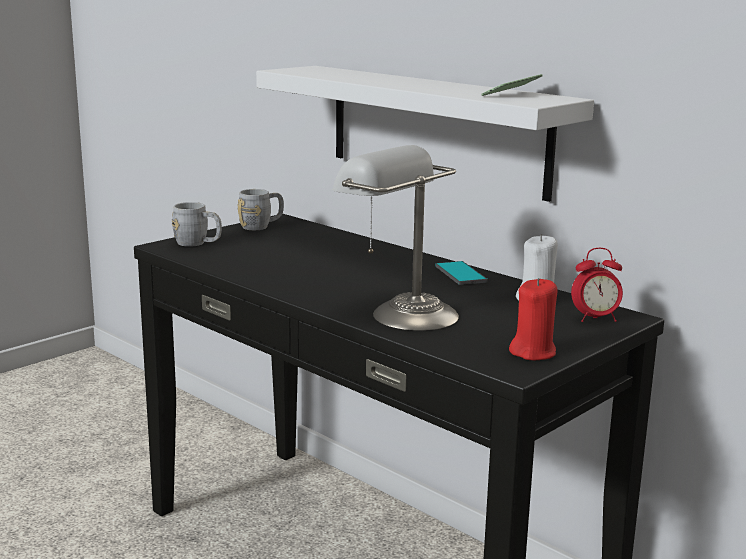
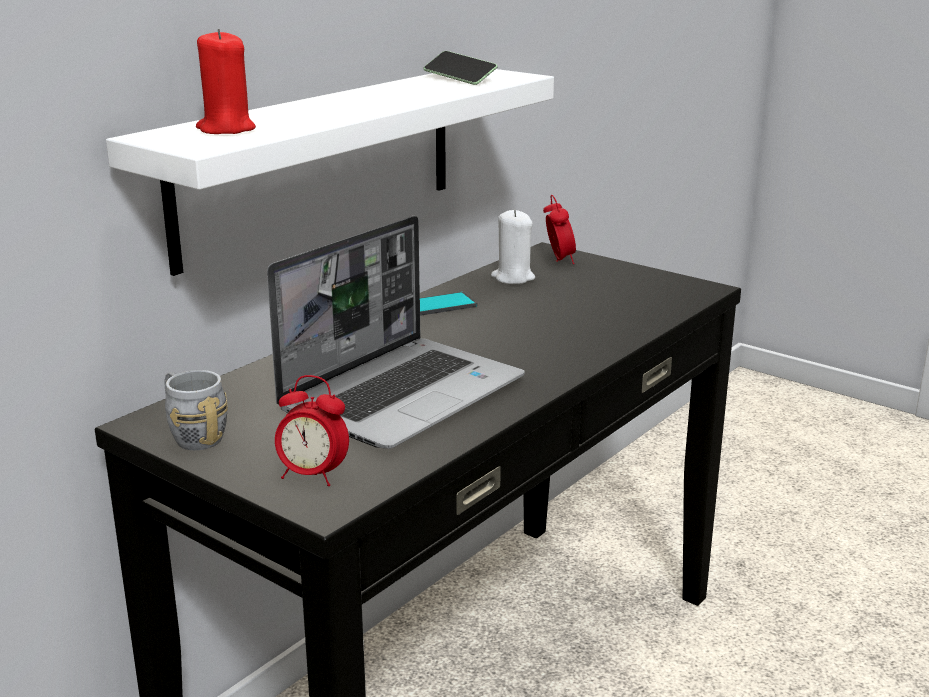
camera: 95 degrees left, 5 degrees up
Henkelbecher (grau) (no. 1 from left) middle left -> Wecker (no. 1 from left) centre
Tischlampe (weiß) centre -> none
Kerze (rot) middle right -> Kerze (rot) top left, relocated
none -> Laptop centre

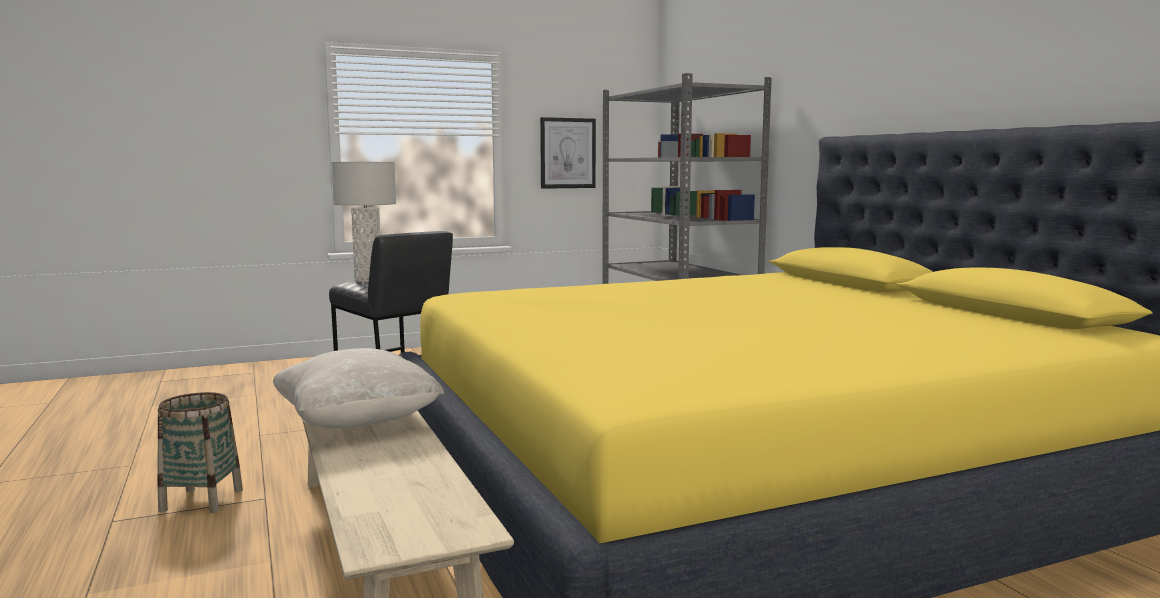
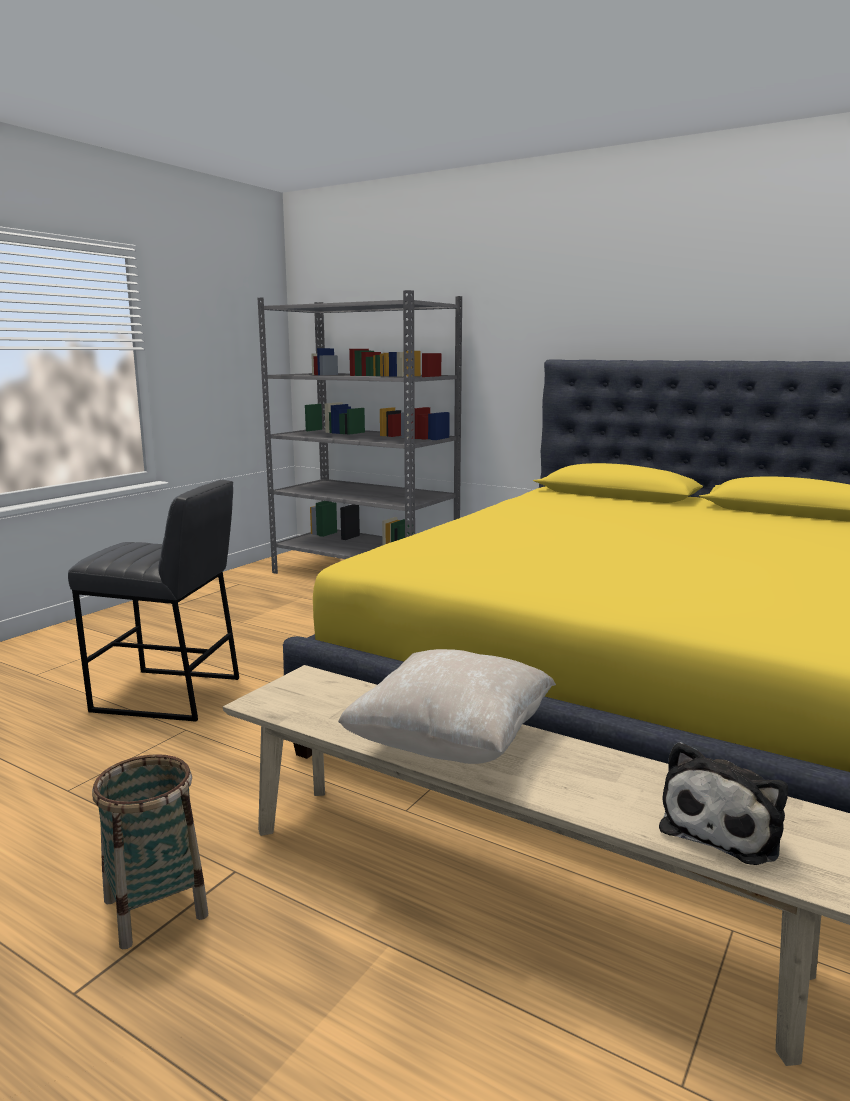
camera: 35 degrees left, 5 degrees up
Tischlampe (weiß) middle left -> none
Bild top centre -> none
none -> Plüschtier bottom right

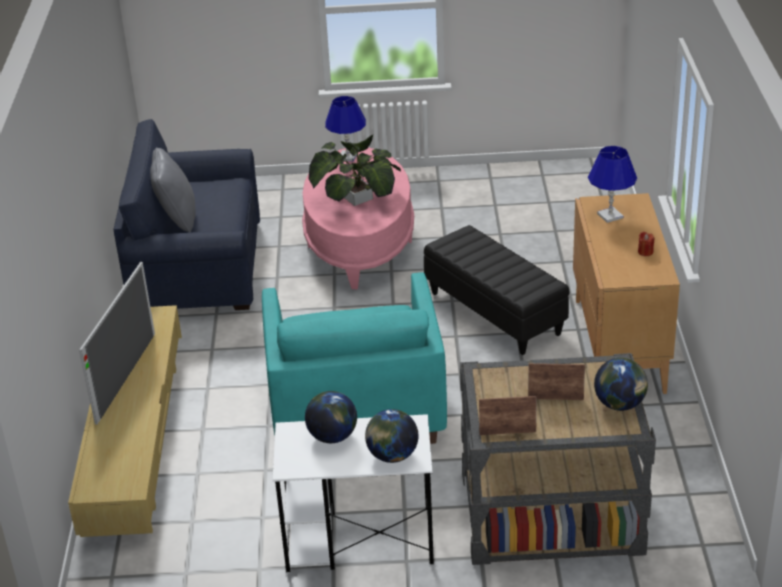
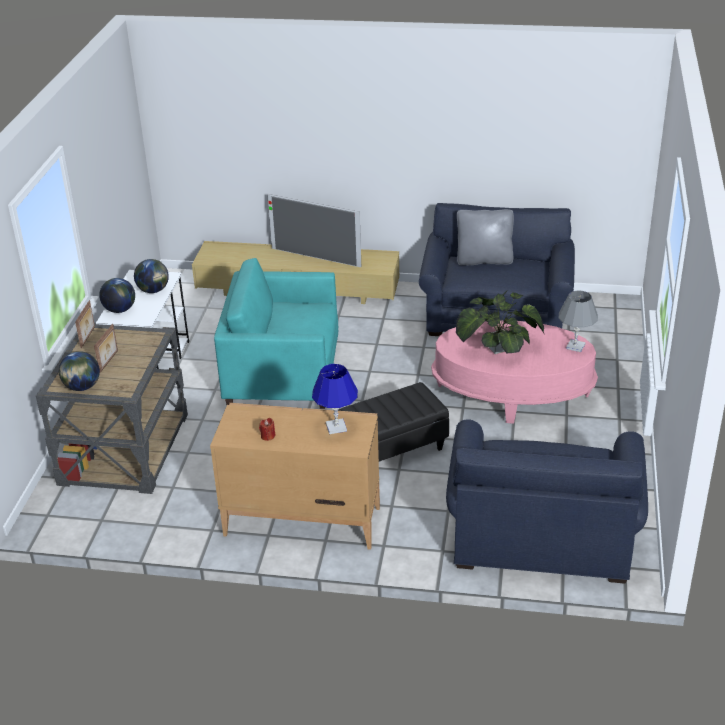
camera: 100 degrees right, 0 degrees up
Tischlampe (blau) (no. 1 from left) top centre -> Tischlampe (grau) middle right
none -> Sofa (blau) (no. 2 from left) bottom right

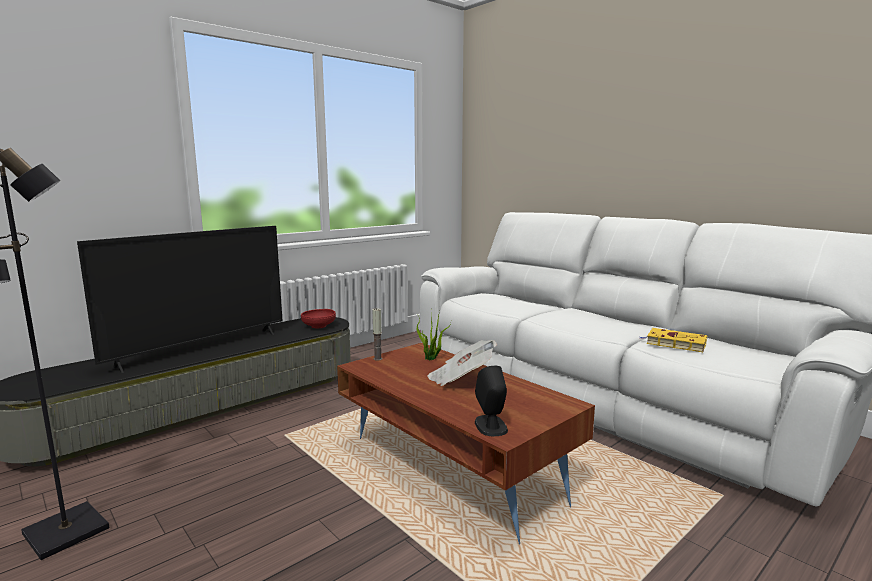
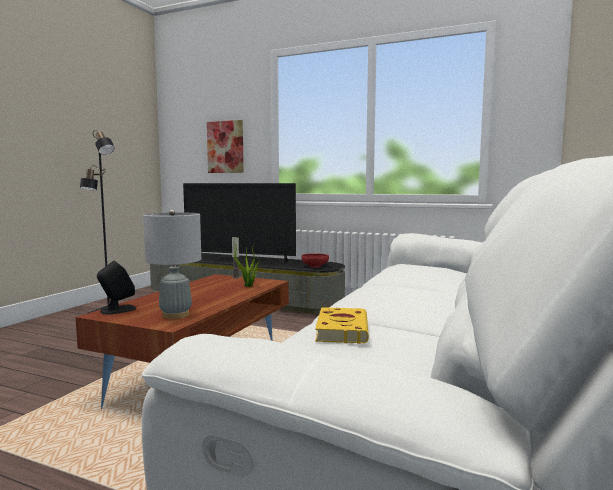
camera: 65 degrees right, 5 degrees down
Zeitung centre -> none
none -> Tischlampe (grau) middle left
none -> Bild top centre

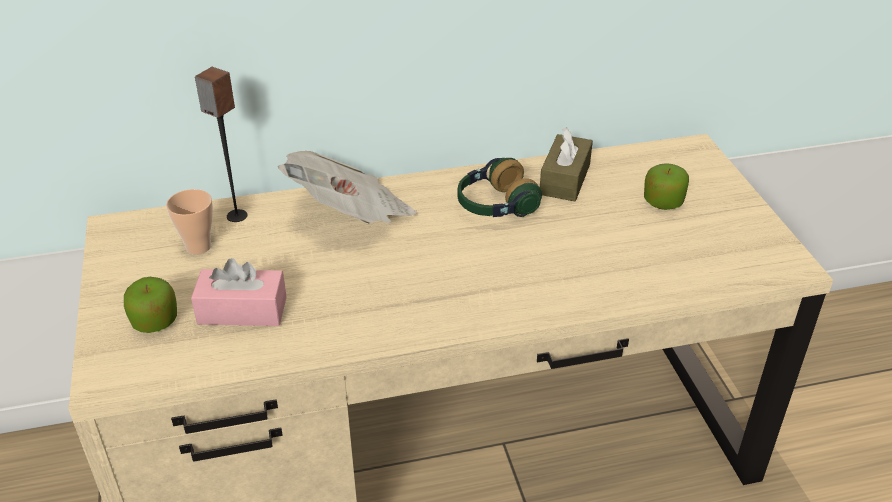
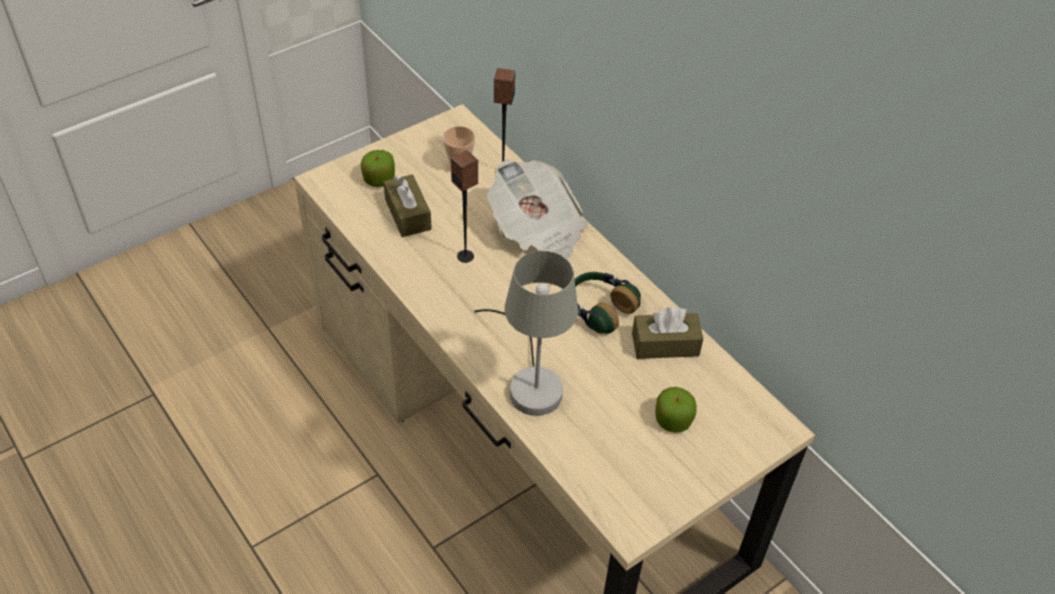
camera: 65 degrees right, 10 degrees up
Taschentuchbox (rosa) middle left -> Taschentuchbox (braun) (no. 1 from left) centre
none -> Lautsprecher (no. 1 from left) centre
none -> Tischlampe (grau) centre

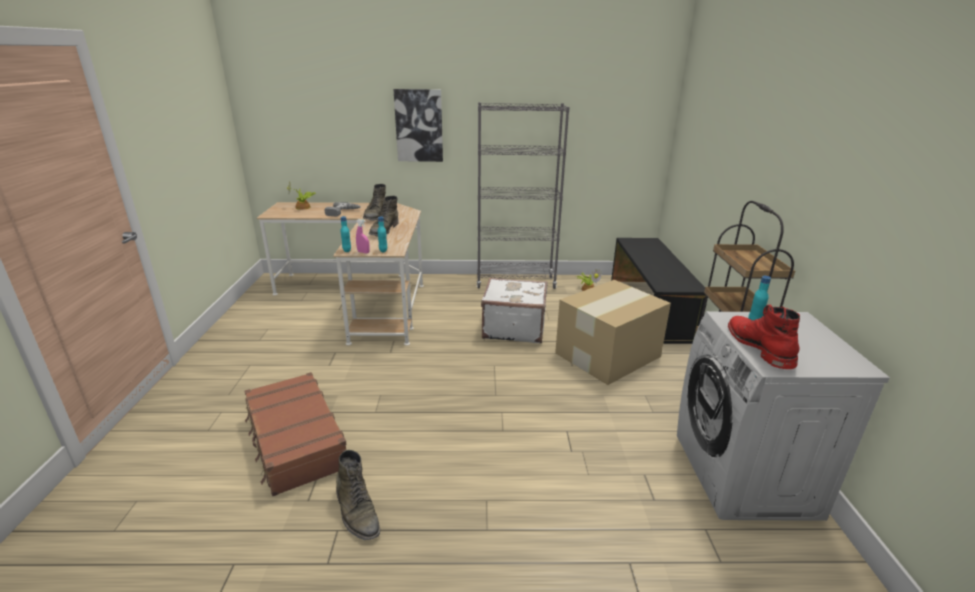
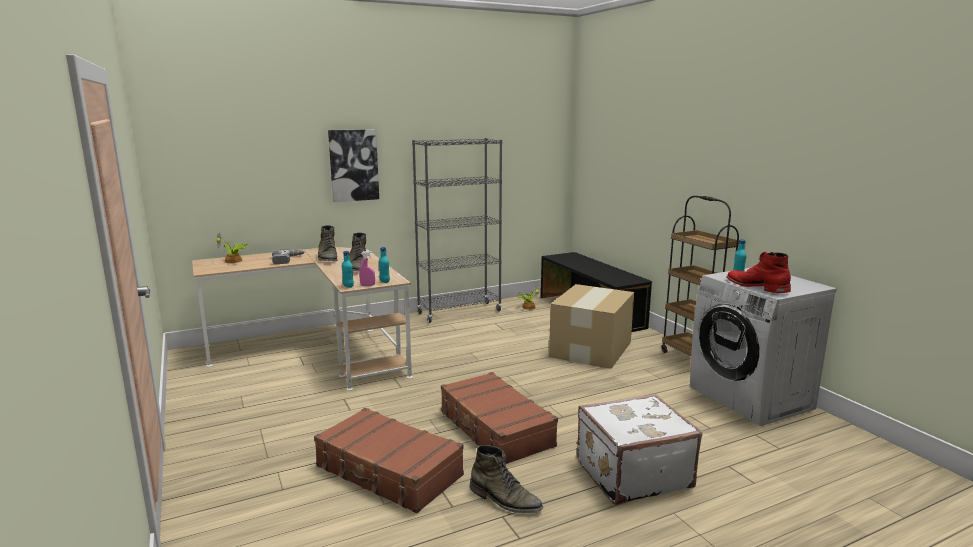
camera: 25 degrees left, 10 degrees down
Koffer (weiß) centre -> Koffer (weiß) bottom centre, relocated
none -> Koffer (braun) (no. 2 from left) bottom centre

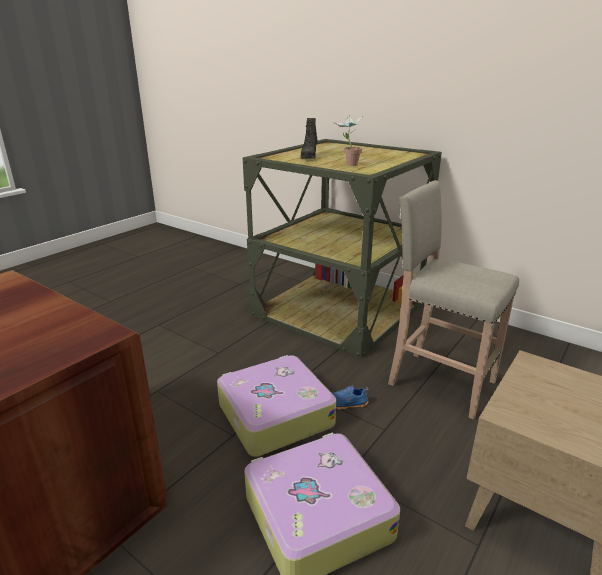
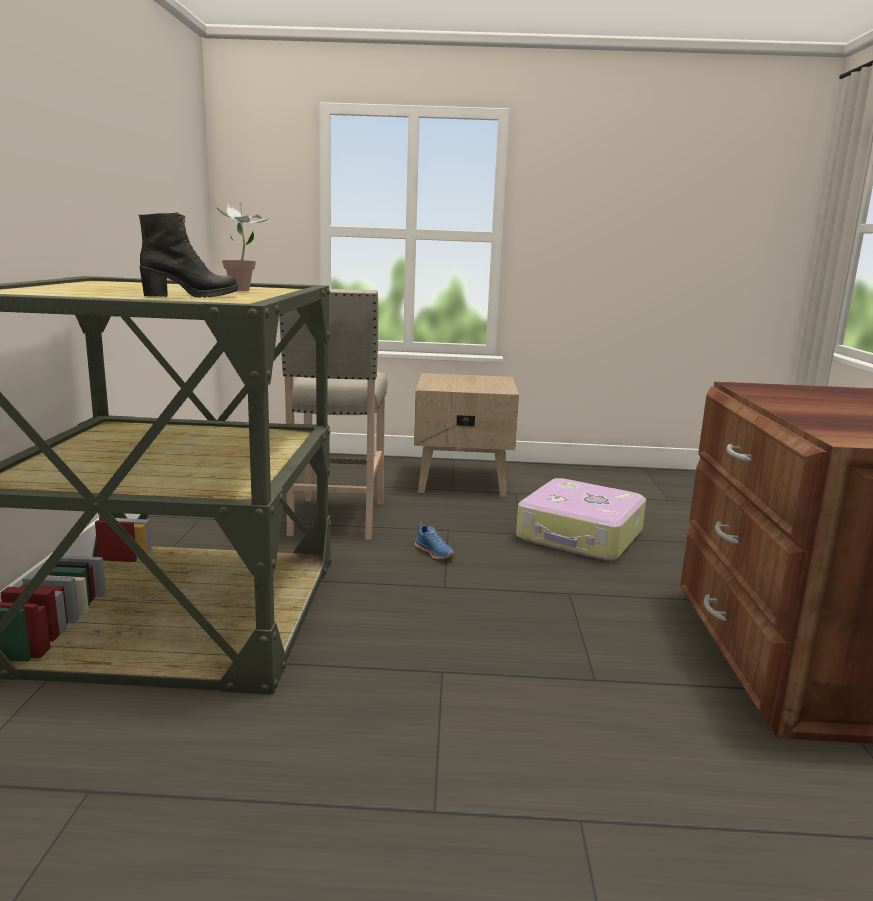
camera: 125 degrees left, 10 degrees down
Koffer (no. 1 from left) bottom centre -> none

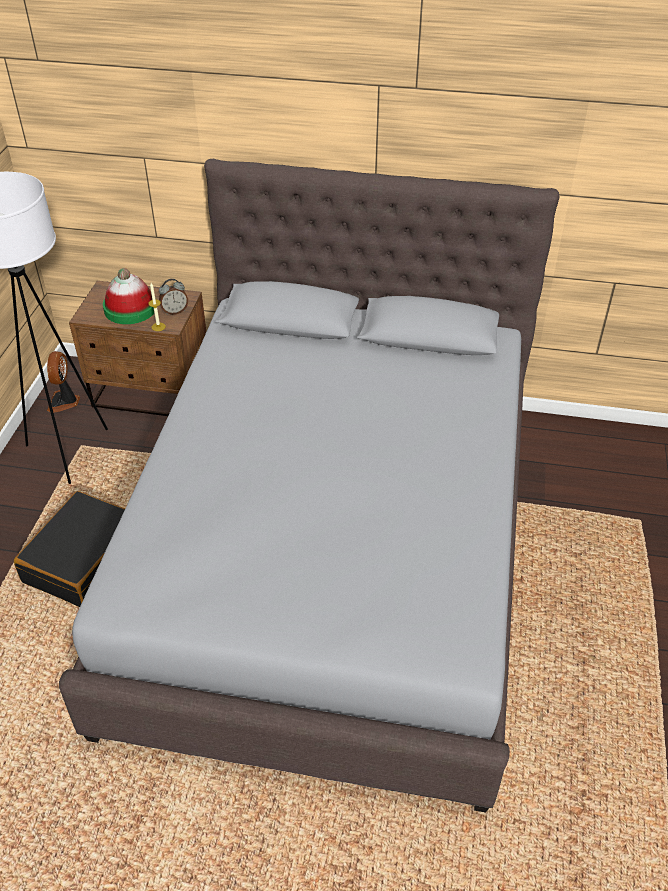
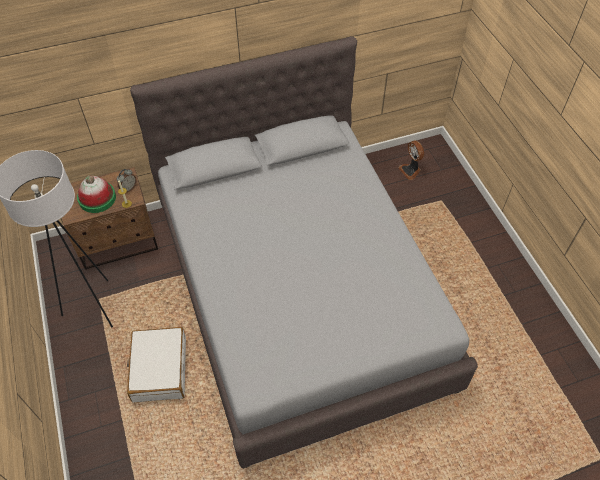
camera: 30 degrees left, 10 degrees up
Koffer (schwarz) middle left -> Koffer (weiß) bottom left
Ventilator middle left -> Ventilator middle right, relocated

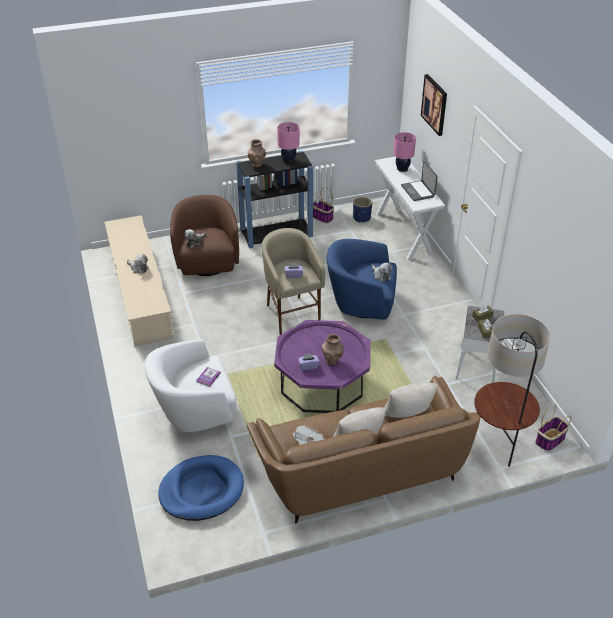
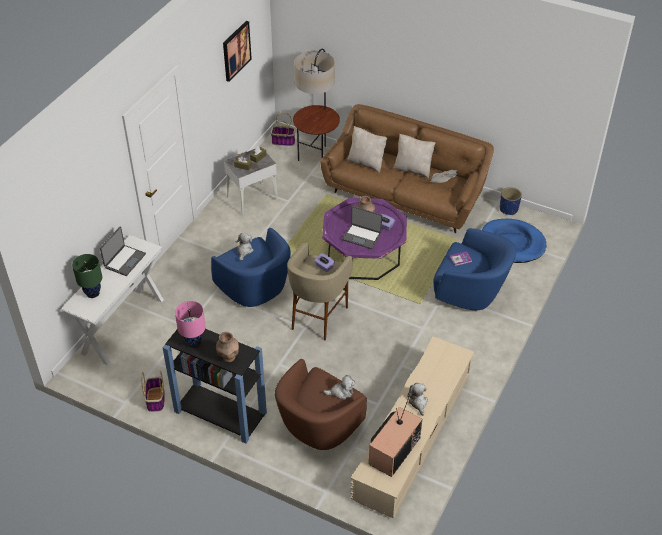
camera: 135 degrees left, 5 degrees up
Sessel (weiß) middle left -> Sessel (blau) (no. 2 from left) middle right
Pflanzkübel (blau) centre -> Pflanzkübel (blau) middle right, relocated
Tischlampe (rosa) (no. 2 from left) top centre -> Tischlampe (grün) middle left
Bild top right -> Bild top centre, relocated
none -> Laptop (no. 2 from left) centre
none -> Fernseher bottom centre

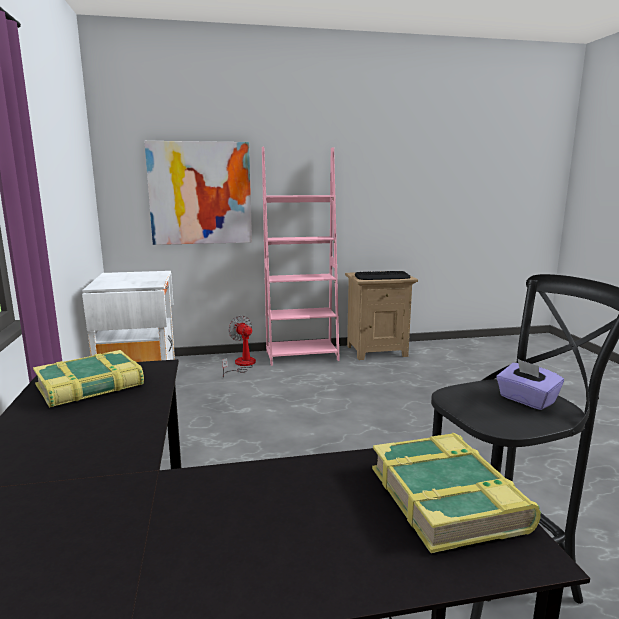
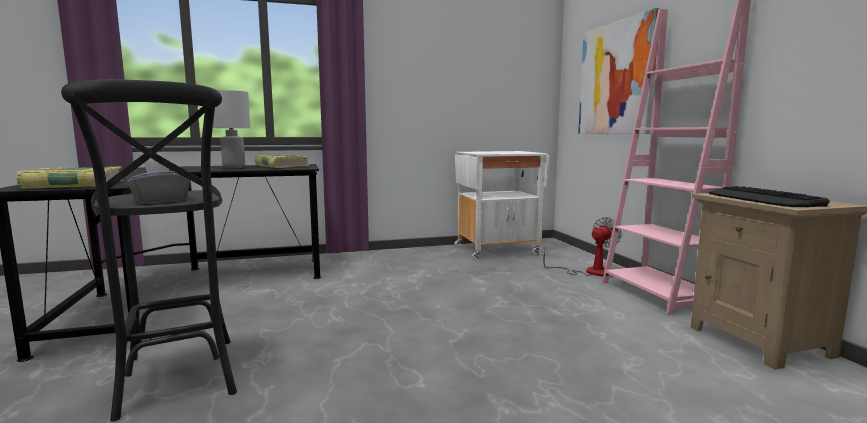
camera: 85 degrees right, 5 degrees down
Taschentuchbox (lila) middle right -> Taschentuchbox (grau) middle left
none -> Tischlampe (grau) top left

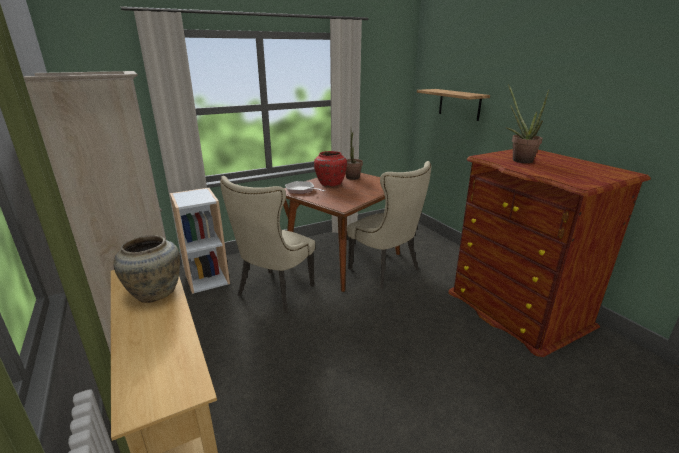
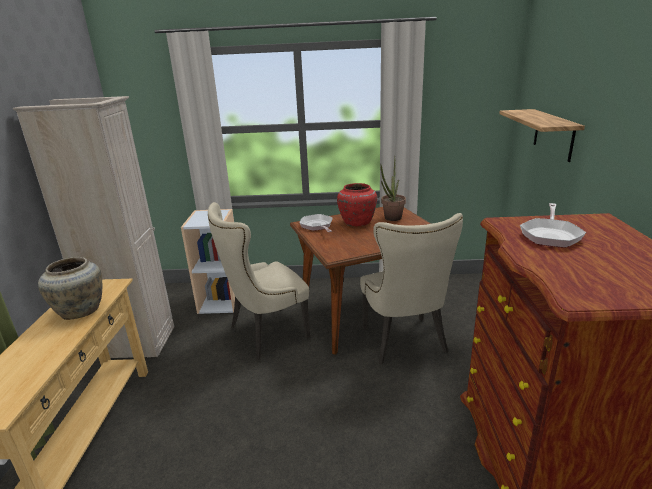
camera: 30 degrees right, 0 degrees up
Topfpflanze (no. 2 from left) top right -> Pfanne (no. 2 from left) middle right

